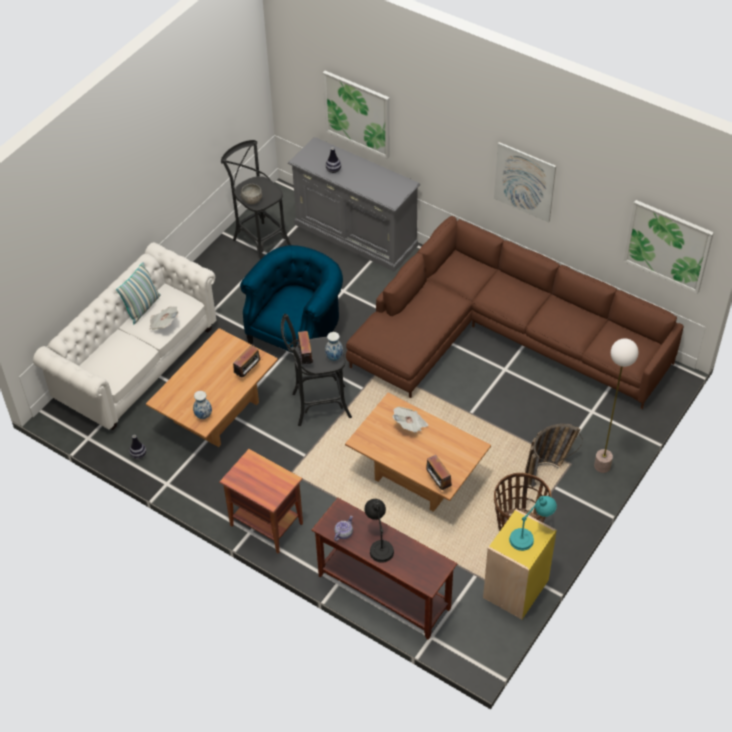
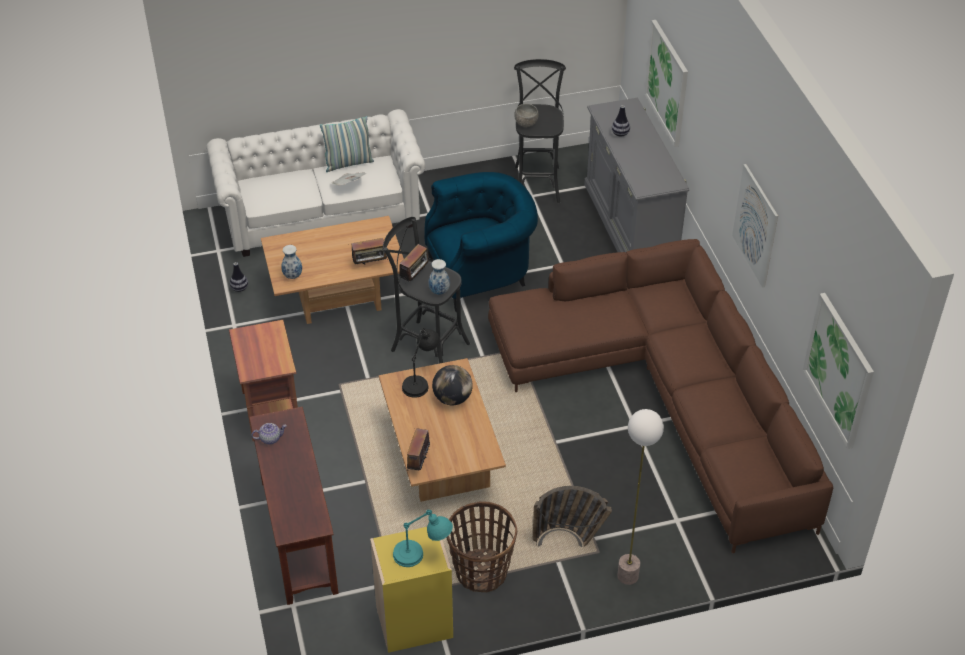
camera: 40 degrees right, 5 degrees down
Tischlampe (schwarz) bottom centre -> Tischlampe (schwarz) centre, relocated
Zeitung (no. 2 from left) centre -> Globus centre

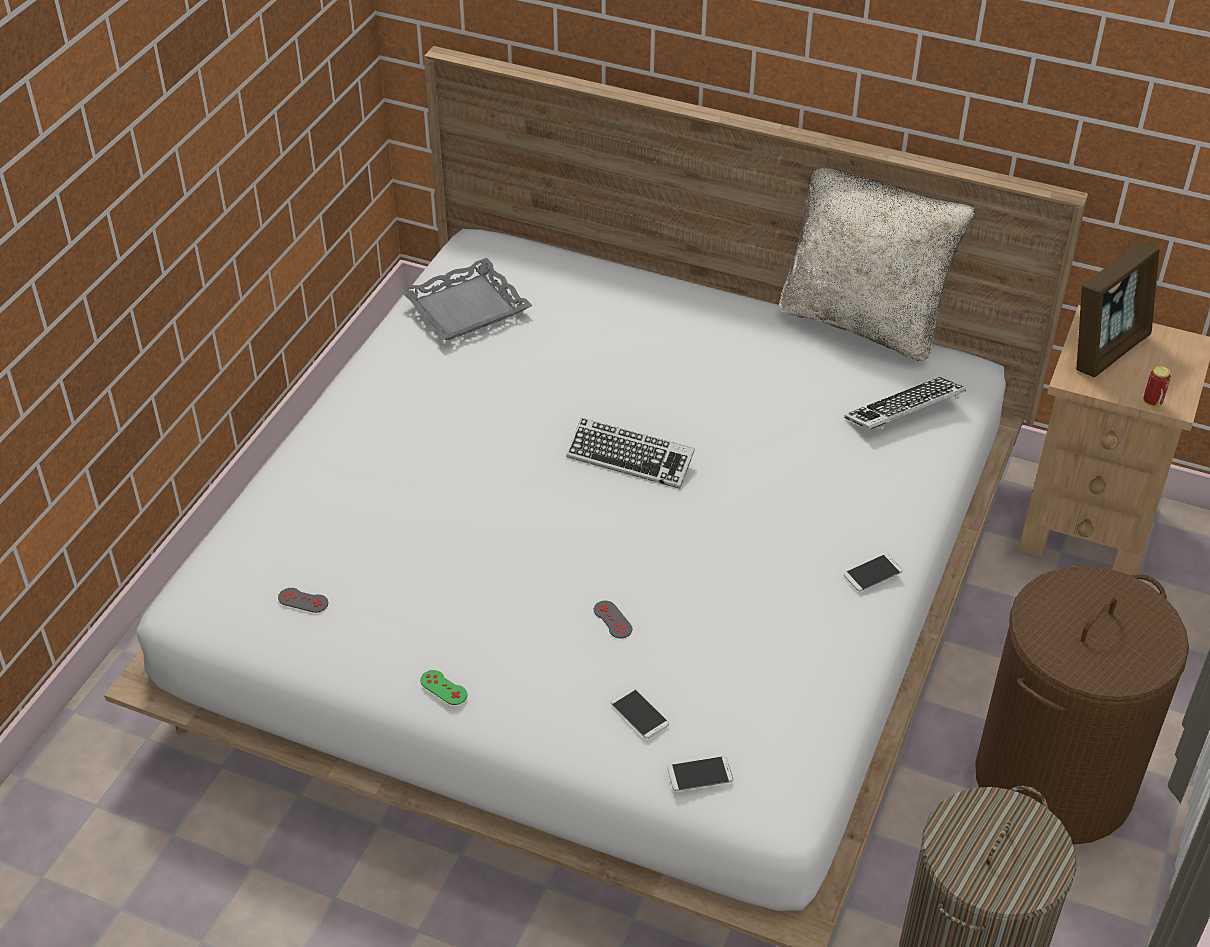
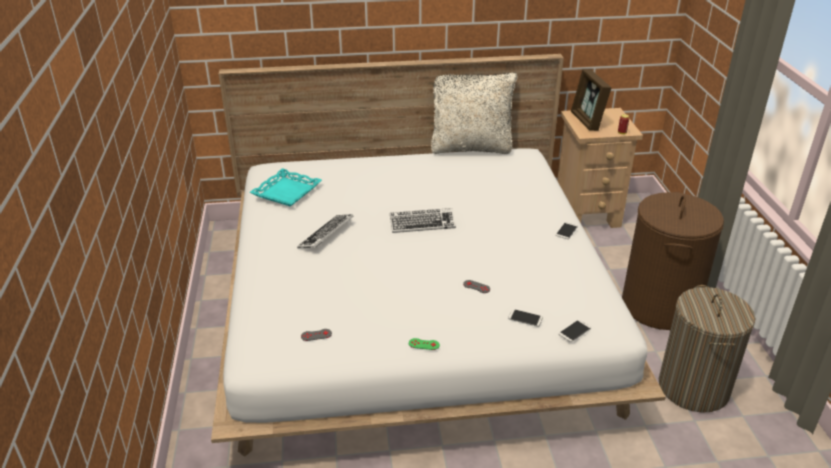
camera: 30 degrees left, 10 degrees down
Tablett (grau) top centre -> Tablett (türkis) centre
Tastatur (no. 2 from left in the first image) middle right -> Tastatur (no. 1 from left) centre, relocated
Bilderrahmen top right, 150 degrees clockwise

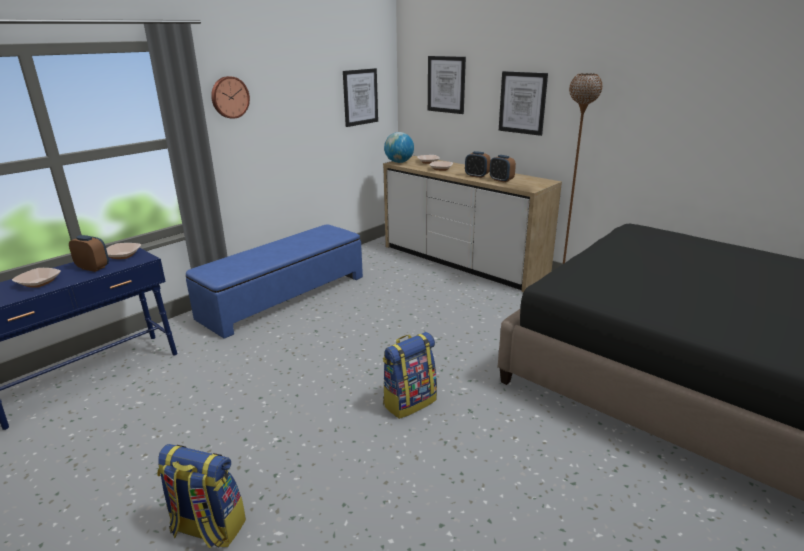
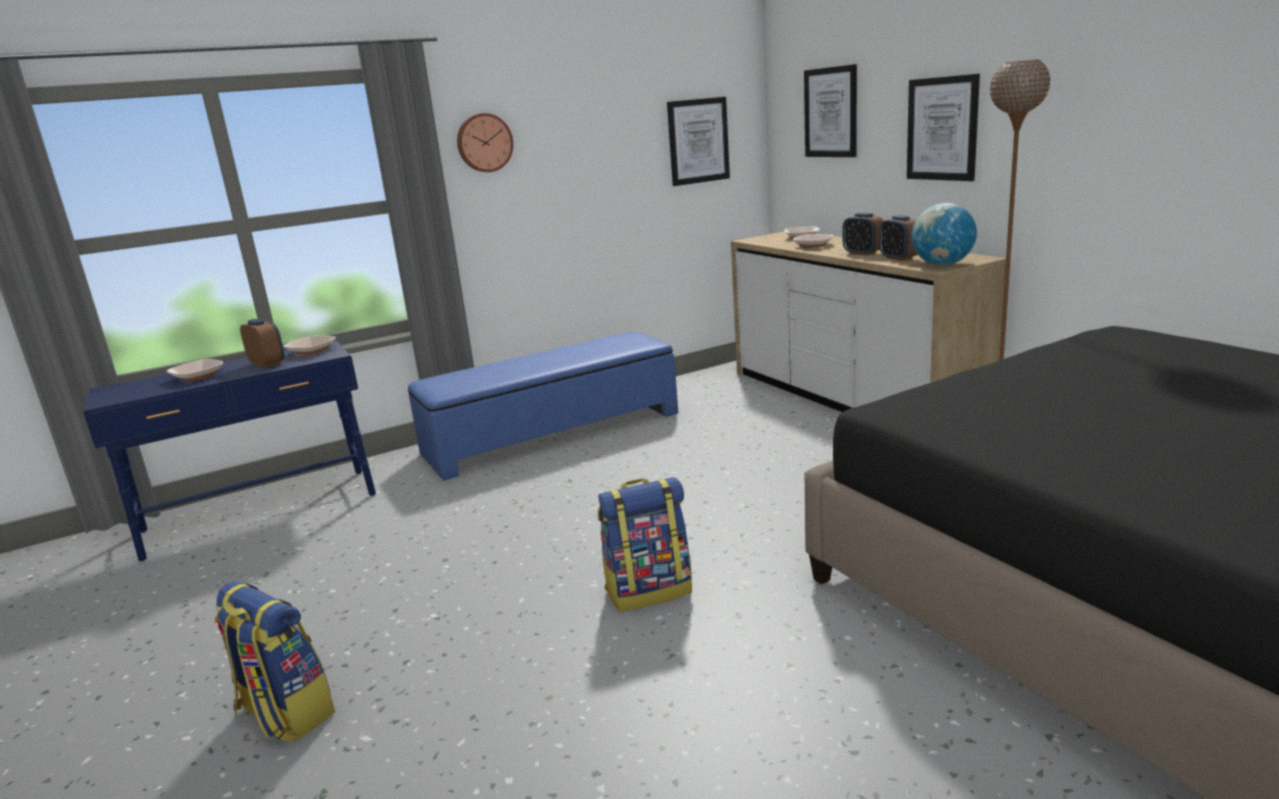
camera: 20 degrees right, 5 degrees down
Globus top centre -> Globus top right, relocated

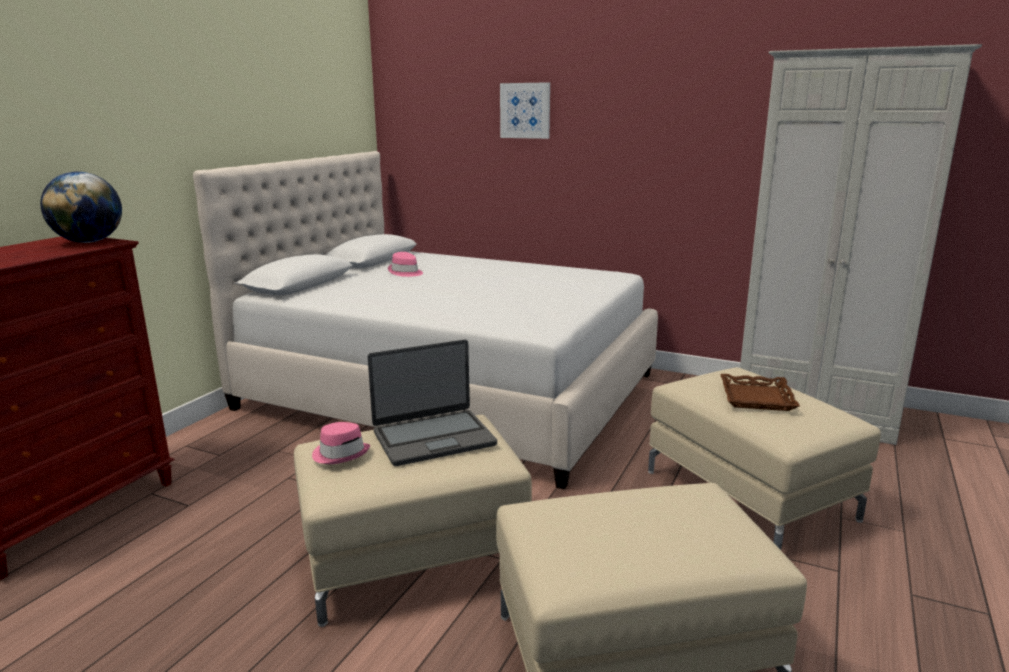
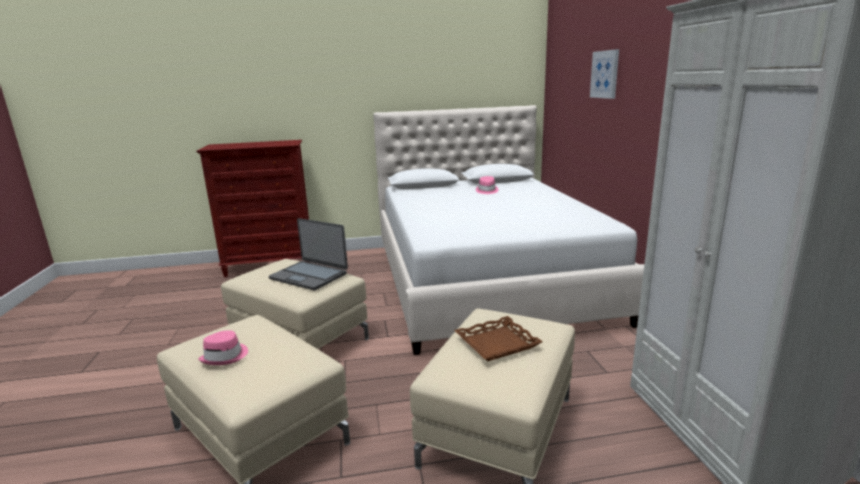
camera: 55 degrees right, 0 degrees up
Globus top left -> none
Hut (rosa) (no. 1 from left) centre -> Hut (rosa) (no. 1 from left) bottom left, relocated

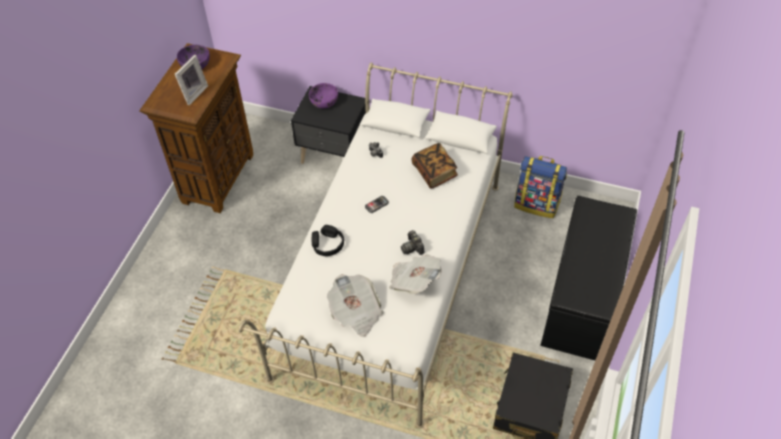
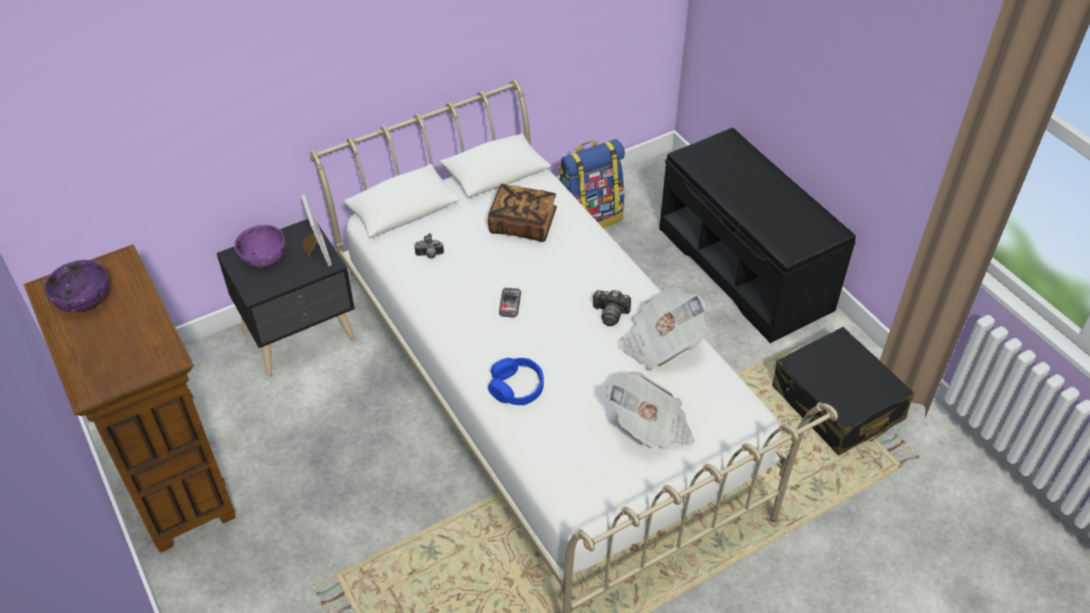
camera: 50 degrees left, 5 degrees down
Bilderrahmen top left -> Bilderrahmen middle left, relocated
Kopfhörer (schwarz) centre -> Kopfhörer (blau) centre

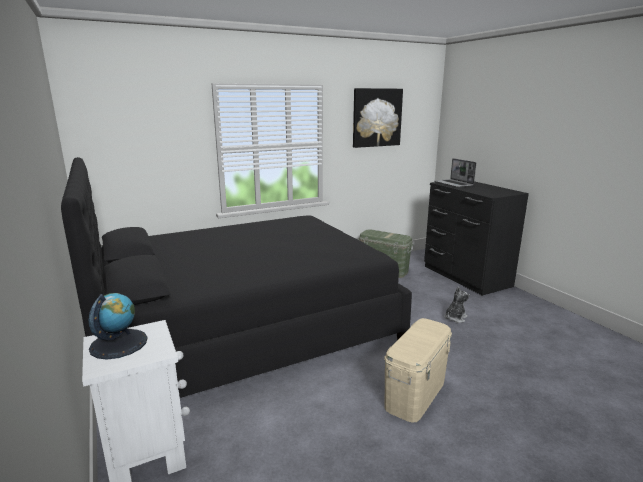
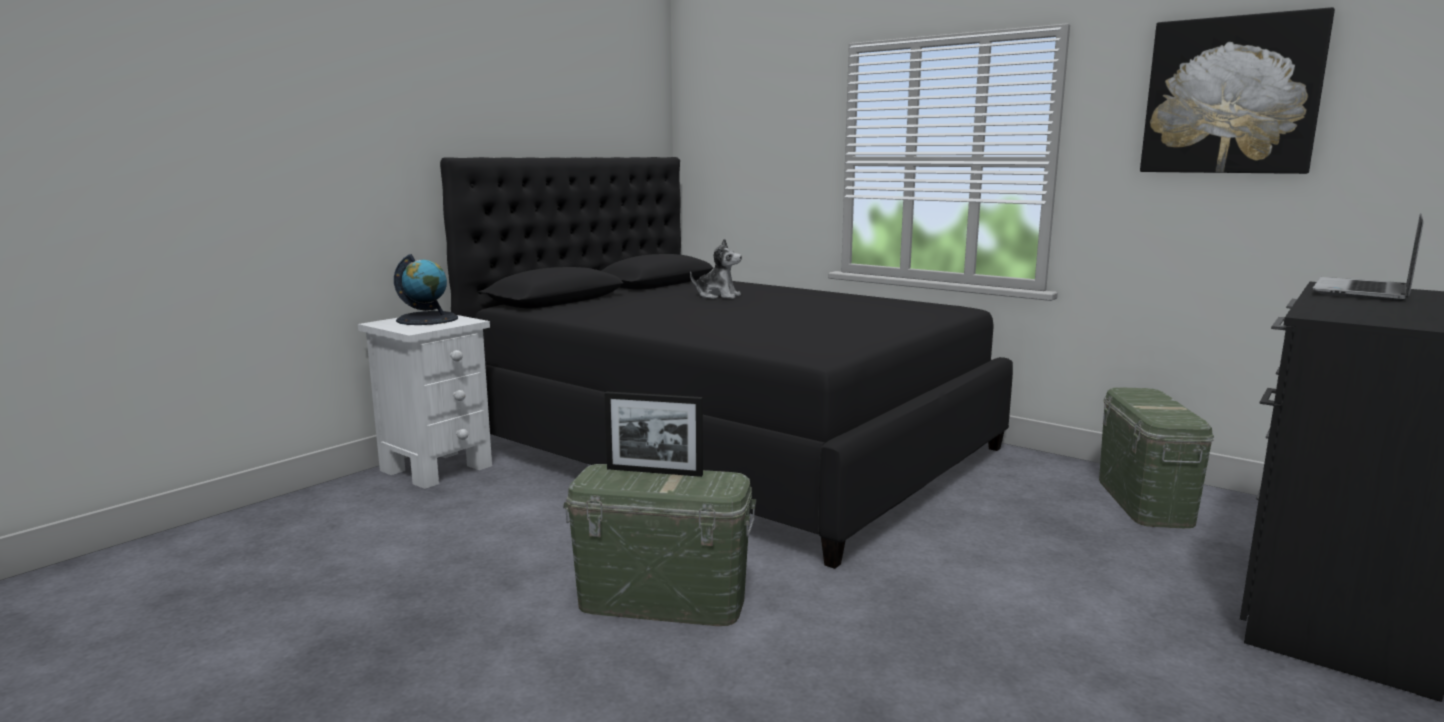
camera: 65 degrees right, 5 degrees down
Aufbewahrungsbox (beige) bottom centre -> Aufbewahrungsbox (grün) (no. 1 from left) bottom centre
Plüschtier middle right -> Plüschtier centre, relocated
none -> Bilderrahmen centre

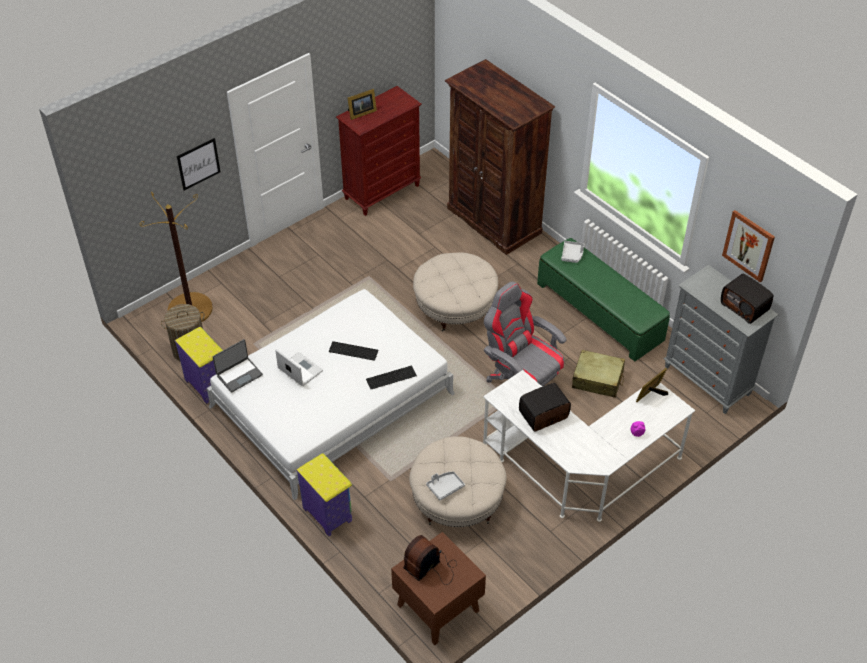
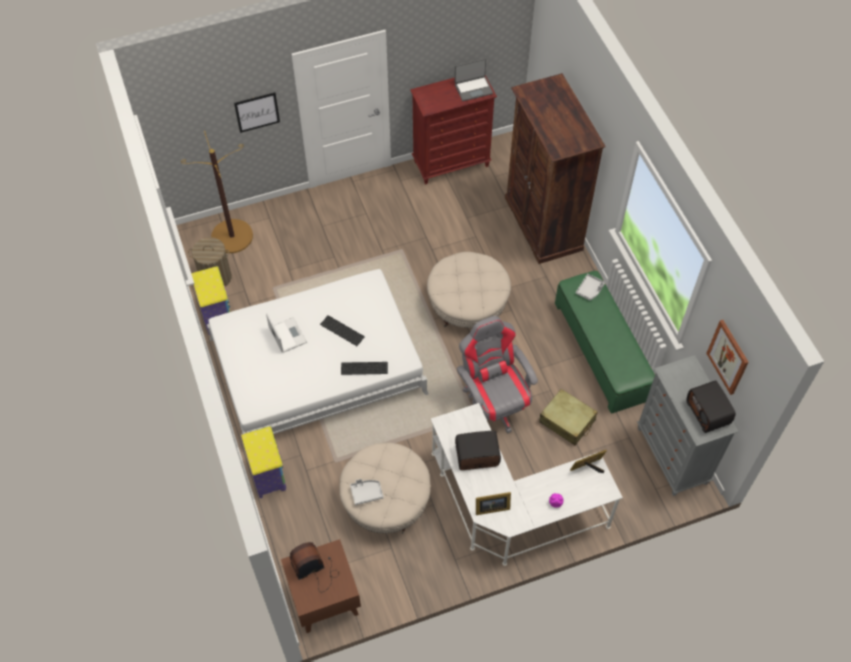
camera: 20 degrees right, 10 degrees up
Laptop (no. 1 from left in the first image) middle left -> Laptop (no. 2 from left) top centre, relocated
Bilderrahmen (no. 1 from left) top centre -> Bilderrahmen (no. 1 from left) bottom centre, relocated

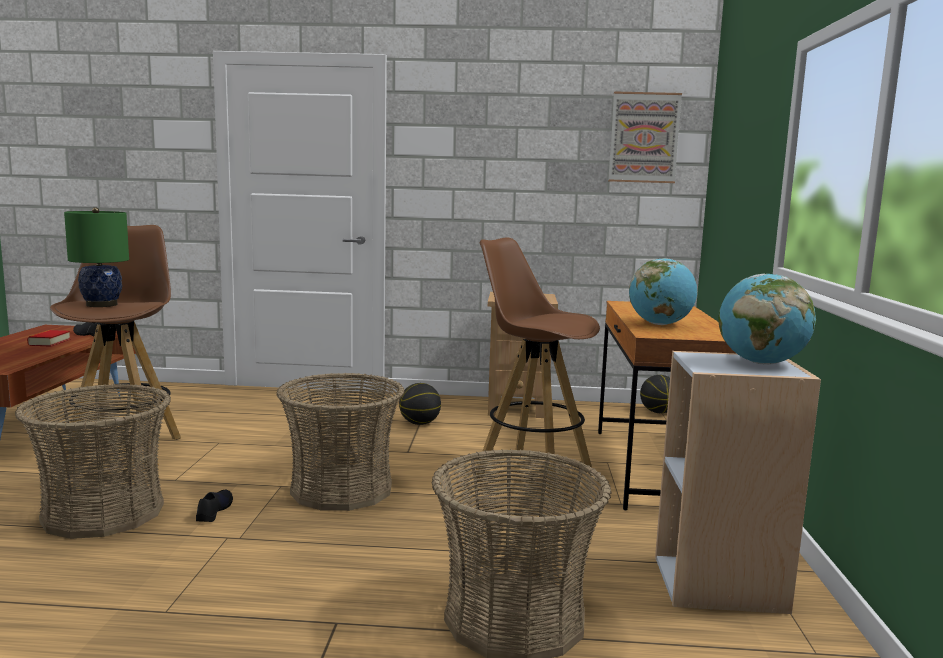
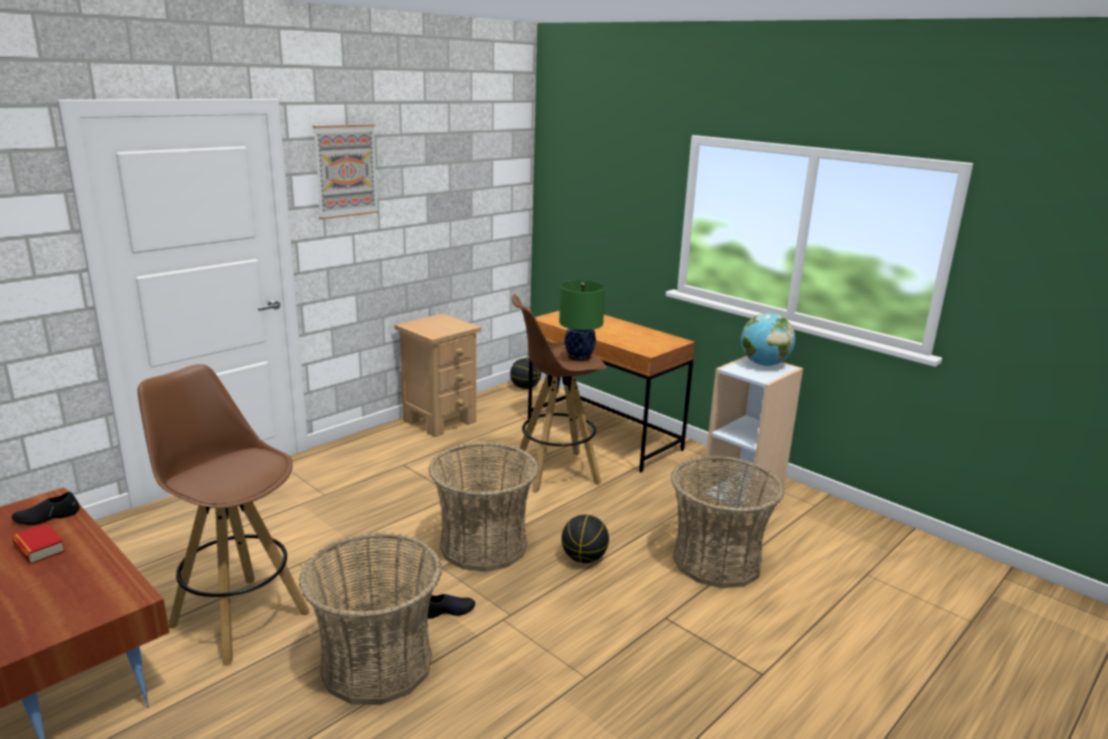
camera: 50 degrees left, 10 degrees up
Tischlampe (grün) middle left -> Tischlampe (grün) centre, relocated
Schuh (schwarz) (no. 2 from left) bottom left -> Schuh (schwarz) (no. 2 from left) bottom centre, 120 degrees clockwise
Basketball (no. 1 from left in the first image) centre -> Basketball (no. 2 from left) bottom centre, relocated
Bild top right -> Bild top left, relocated
Globus (no. 1 from left) middle right -> none

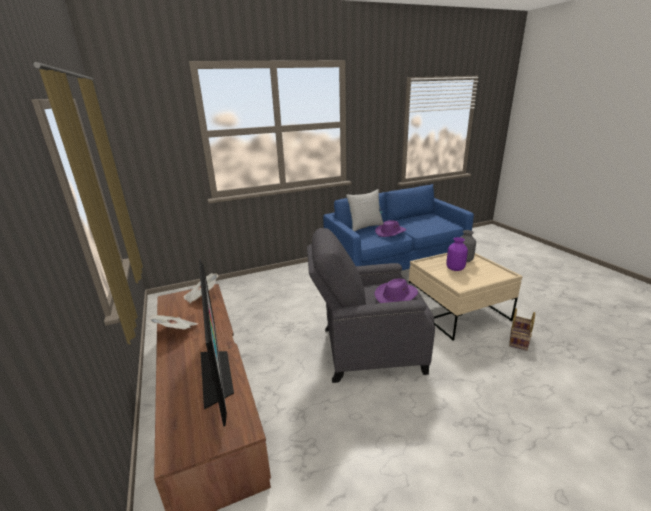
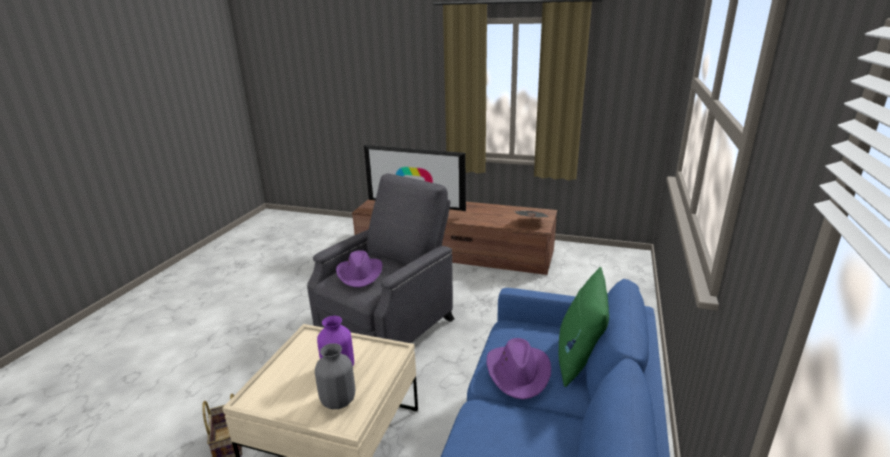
camera: 130 degrees right, 0 degrees up
Zeitung (no. 1 from left) middle left -> none
Kissen (grau) centre -> Kissen (grün) bottom centre

